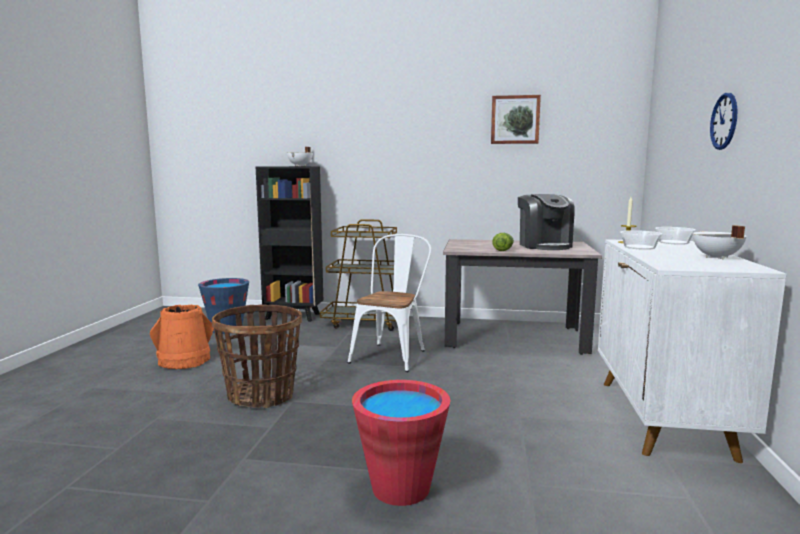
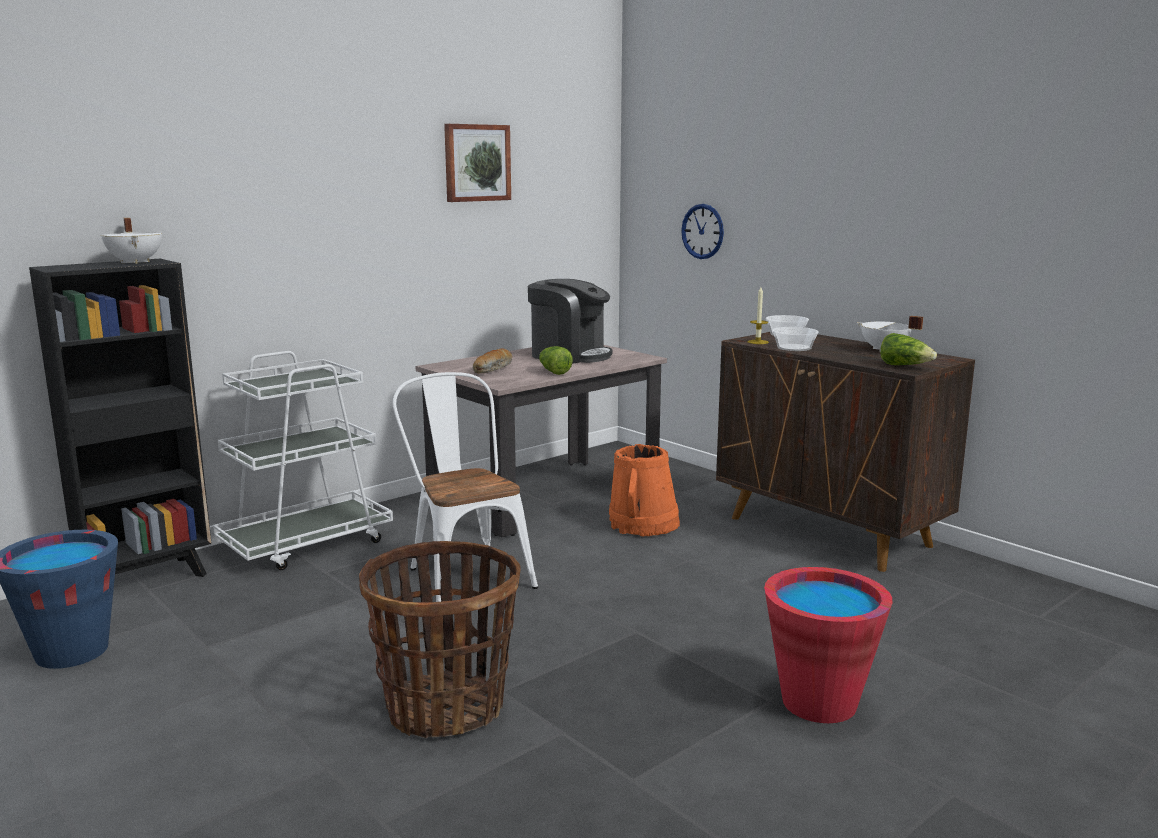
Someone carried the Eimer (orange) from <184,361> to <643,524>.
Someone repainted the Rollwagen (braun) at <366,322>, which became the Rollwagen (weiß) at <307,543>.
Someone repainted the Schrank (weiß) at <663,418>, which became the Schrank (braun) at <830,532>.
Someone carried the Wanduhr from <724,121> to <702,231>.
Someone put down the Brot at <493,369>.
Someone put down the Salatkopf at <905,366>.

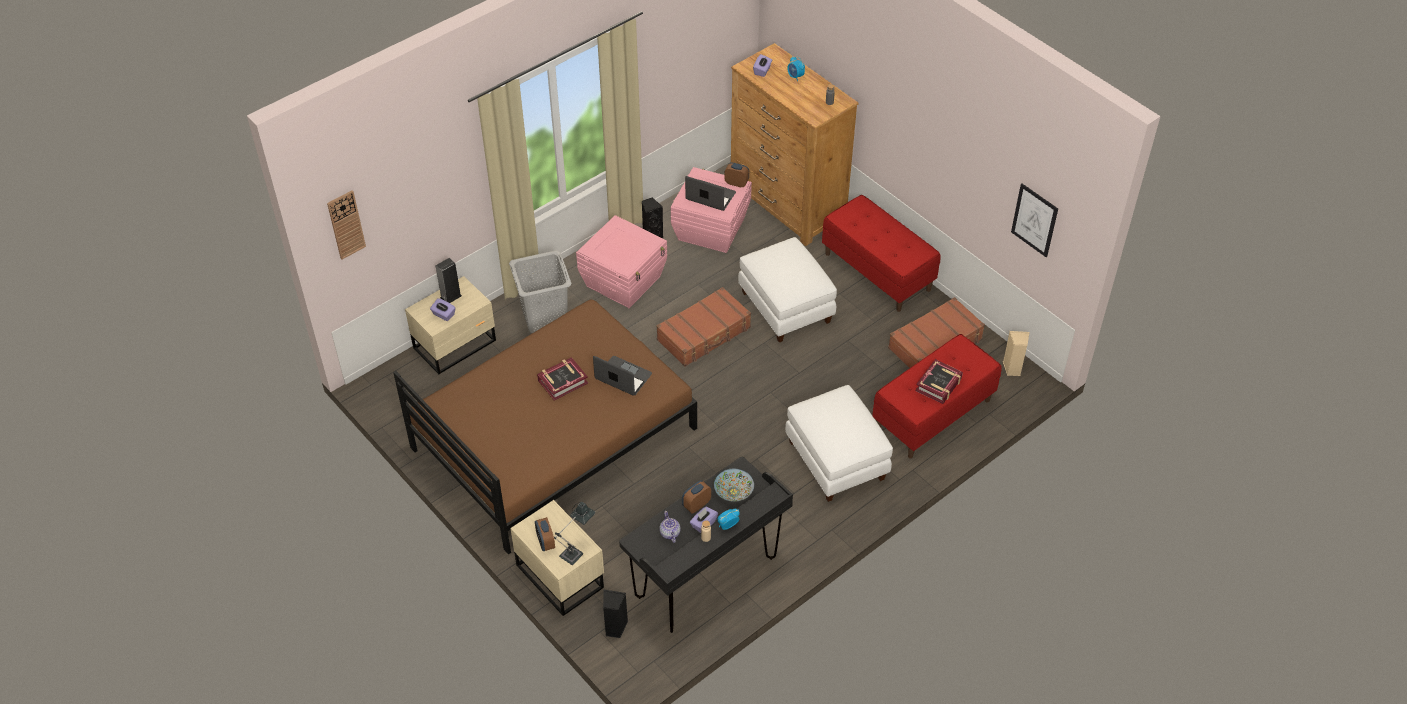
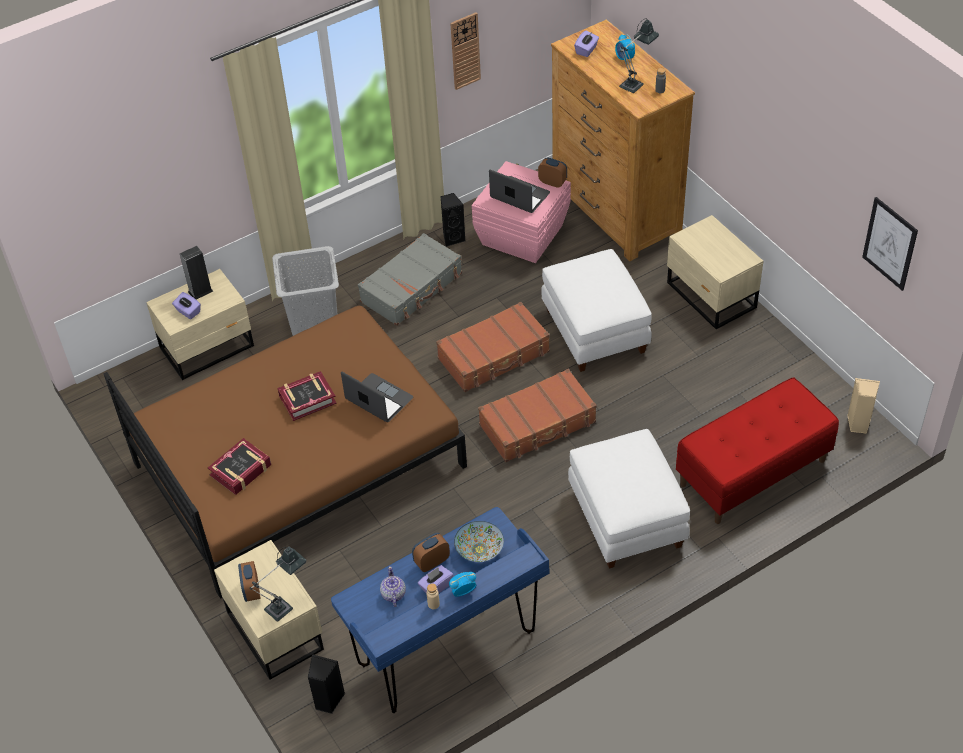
Someone carried the Wanduhr from <346,224> to <465,51>.
Someone swapped the Aufbewahrungsbox (rosa) at <624,281> for the Koffer (grau) at <412,288>.
Someone repainted the Schreibtisch (schwarz) at <706,578>, which became the Schreibtisch (blau) at <447,650>.
Someone swapped the Bank (rot) at <878,271> for the Nachttisch (beige) at <710,296>.
Someone carried the Koffer (braun) from <935,344> to <538,424>.
Someone carried the Buch from <939,385> to <241,470>.
Someone put down the Tischlampe at <634,83>.

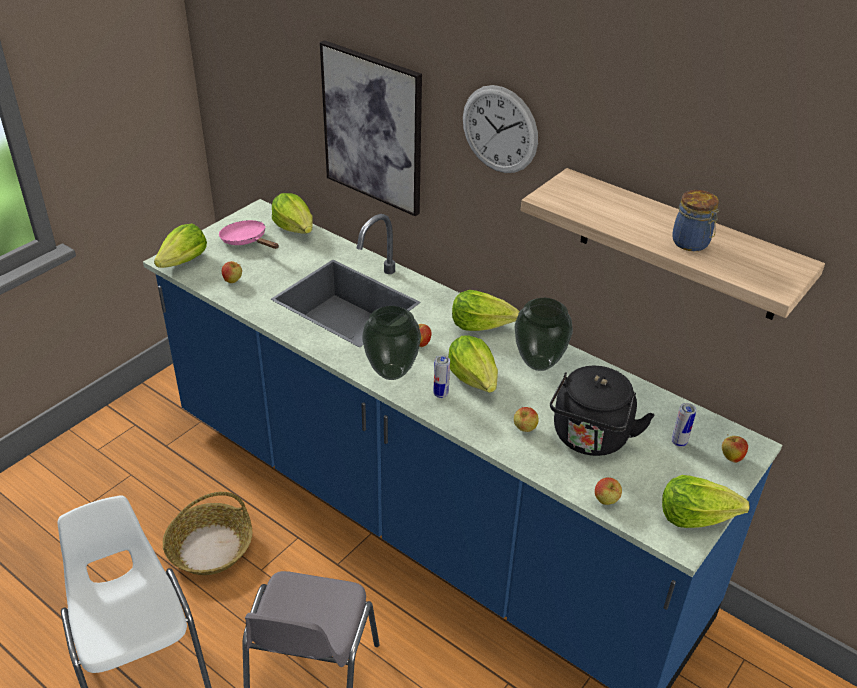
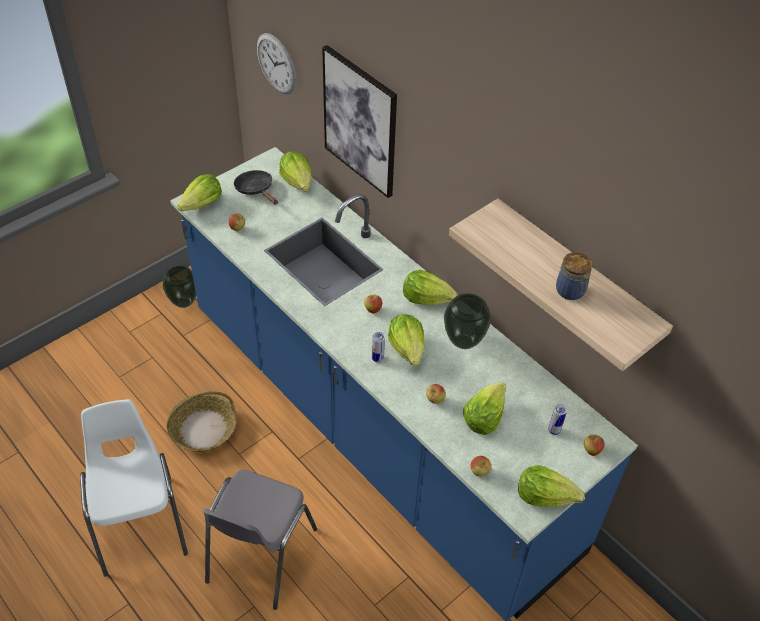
Someone repainted the Pfanne (rosa) at <247,241>, which became the Pfanne (schwarz) at <256,190>.
Someone carried the Vase from <392,373> to <184,303>.
Someone carried the Wanduhr from <499,129> to <276,64>.
Someone swapped the Wasserkessel (schwarz) at <590,439> for the Salatkopf at <484,416>.

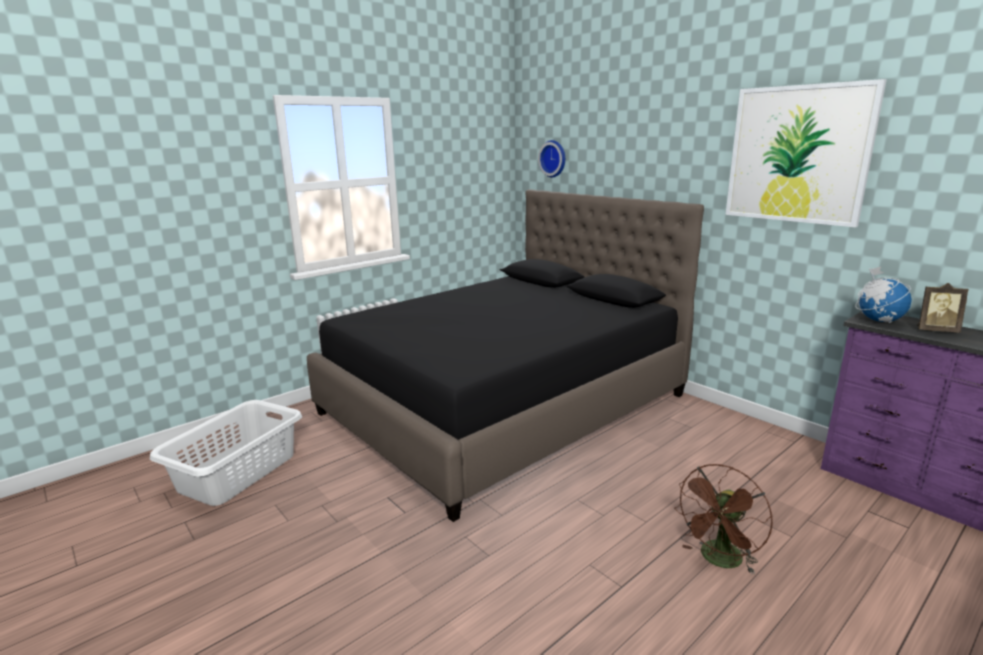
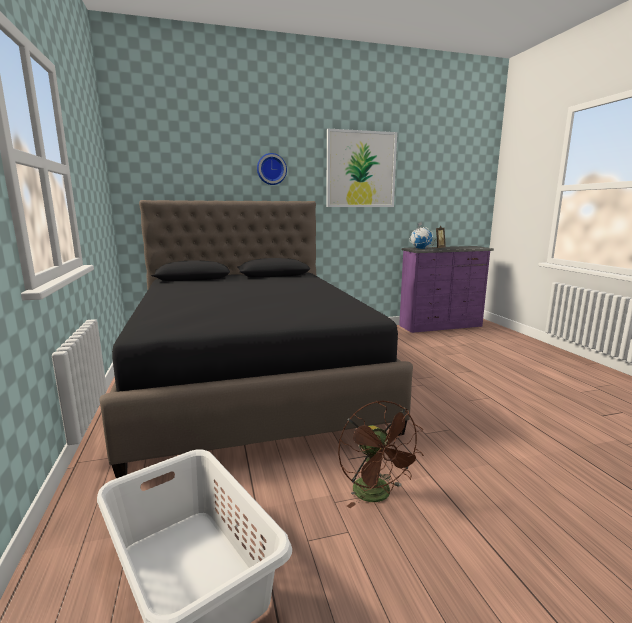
Someone carried the Wanduhr from <554,158> to <271,169>.
Someone carried the Ventilator (braun) from <719,561> to <377,495>.

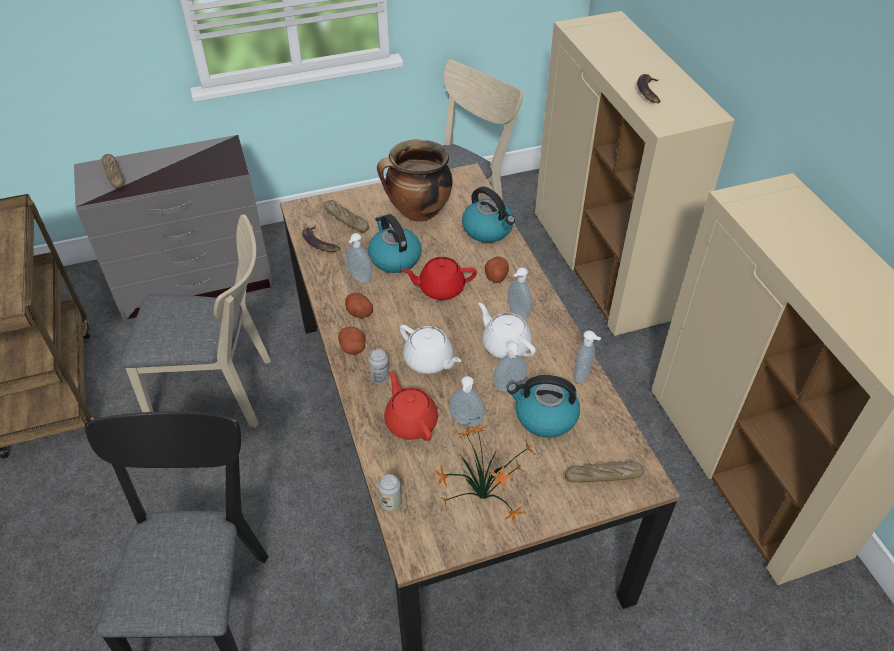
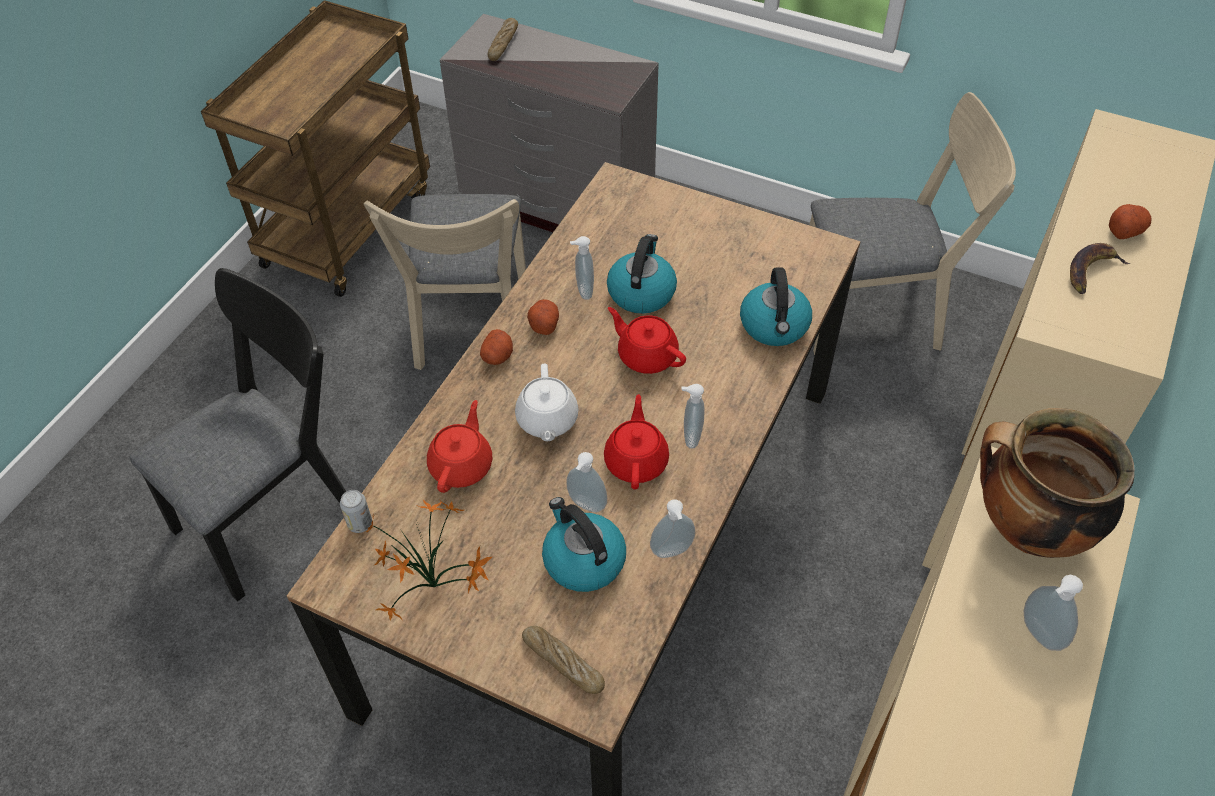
Someone rotated the Stuhl (beige) at <222,391> by 45 degrees clockwise.
Someone took away the Banane at <319,243>.
Someone took away the Brot at <346,220>.
Someone took away the Dose at <380,378>.
Someone carried the Kochtopf from <418,213> to <1027,529>.
Someone carried the Seifenspender from <465,422> to <1038,635>.
Someone repainted the Teekanne (weiß) at <505,345>, which became the Teekanne (rot) at <636,461>.
Someone carried the Kartoffel from <496,275> to <1125,230>.

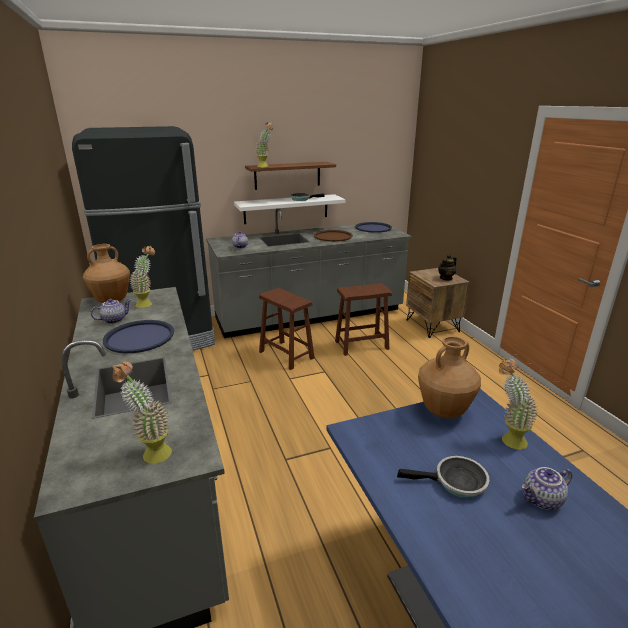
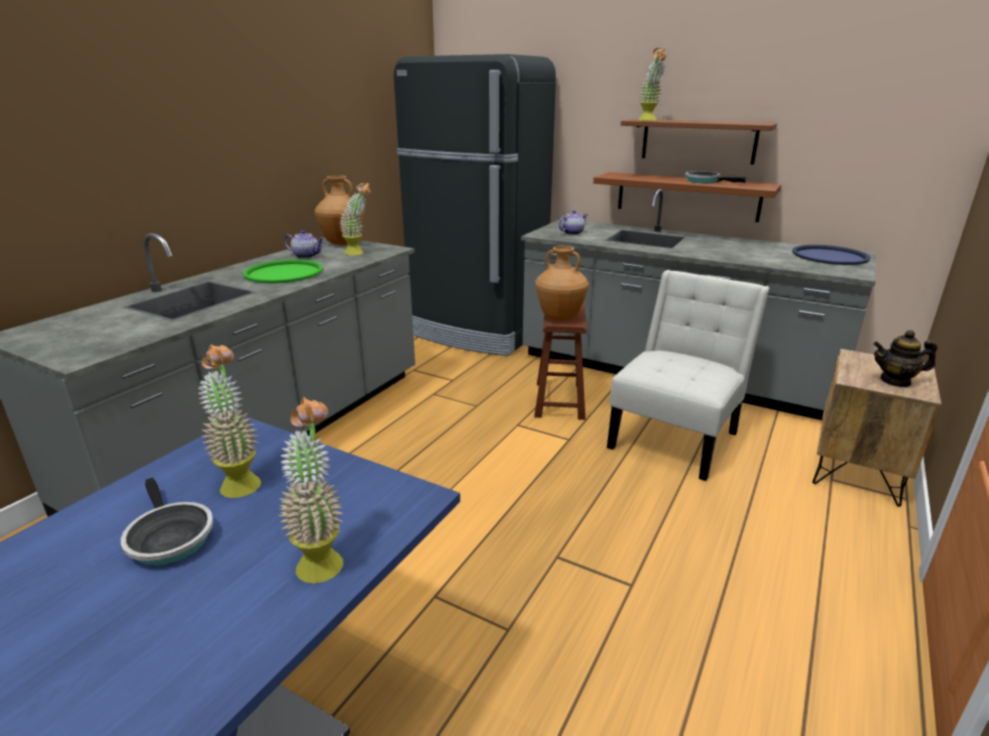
Someone repainted the Tablett (blau) at <139,337>, which became the Tablett (grün) at <284,273>.
Someone carried the Topfpflanze from <150,452> to <240,480>.
Someone repainted the Wandregal (weiß) at <286,209>, which became the Wandregal (braun) at <687,196>.
Someone took away the Tablett (braun) at <333,236>.
Someone swapped the Hocker (braun) at <361,345> for the Stuhl (weiß) at <676,437>.
Someone carried the Vase (braun) from <444,411> to <560,318>.
Someone took away the Teekanne at <542,500>.

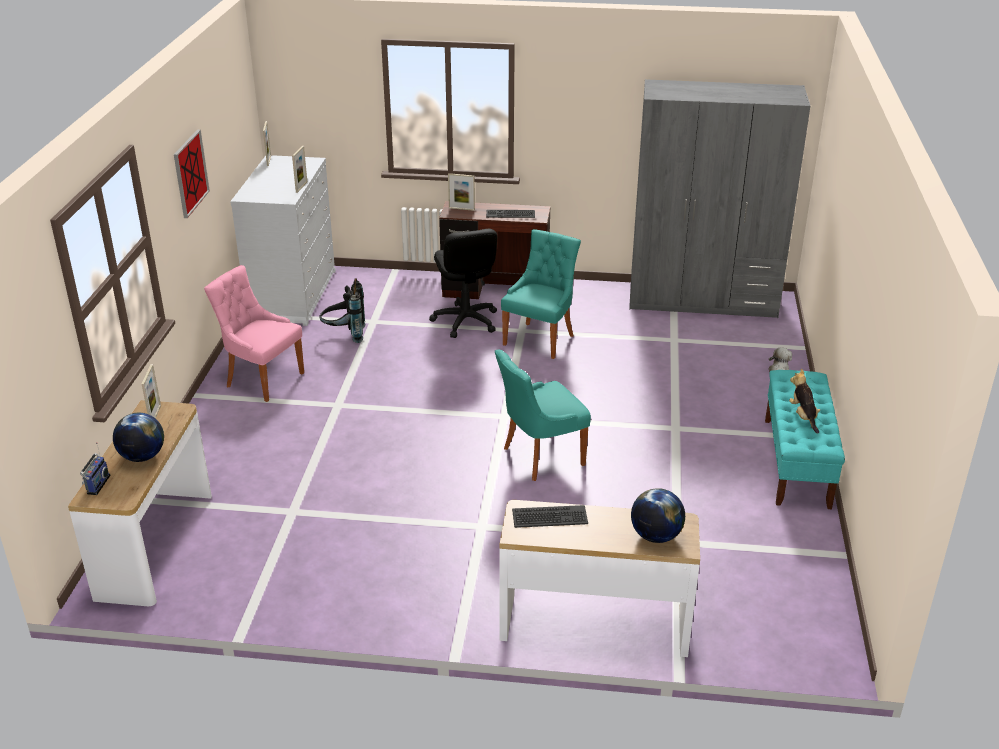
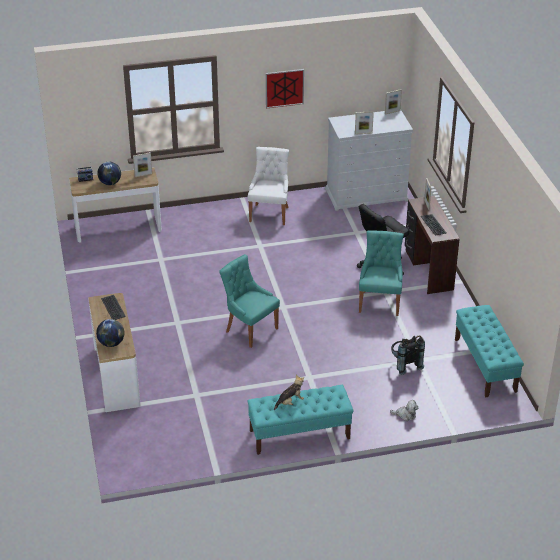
Someone repainted the Stuhl (rosa) at <262,379>, which became the Stuhl (weiß) at <269,213>.
Someone carried the Rucksack (schwarz) from <345,335> to <405,364>.
Someone rotated the Stuhl (türkis) at <540,339> by 90 degrees counterclockwise.
Someone swapped the Kleiderschrank (grau) at <703,300> for the Bank (türkis) at <485,365>.

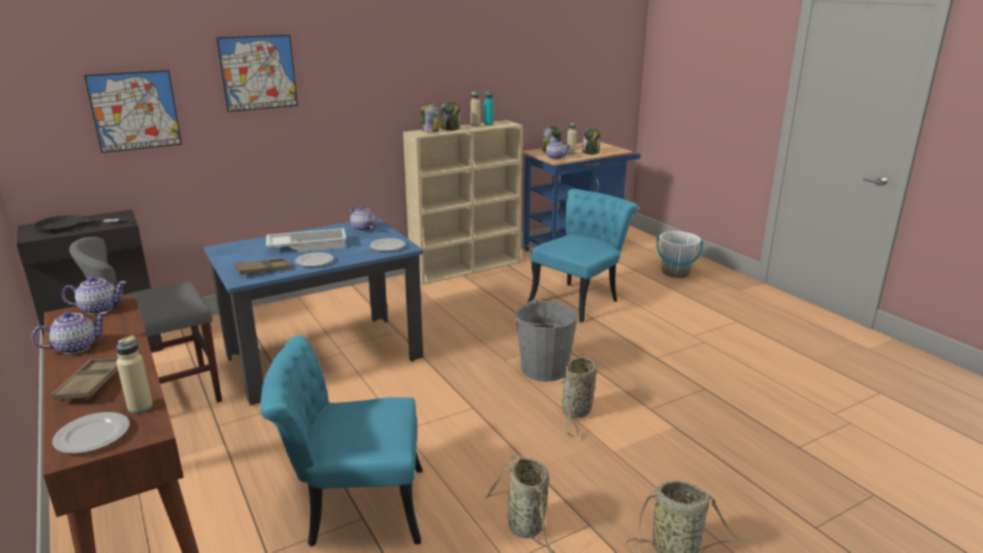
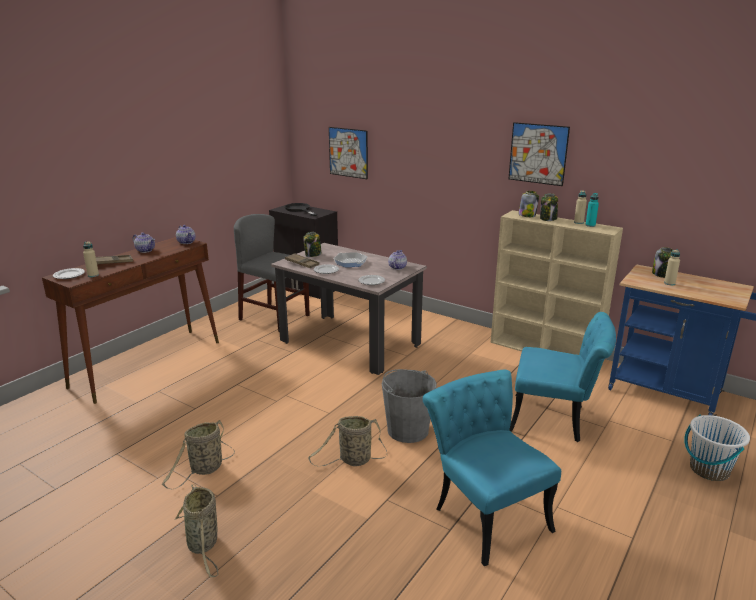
Someone repainted the Esstisch (blau) at <324,357>, which became the Esstisch (beige) at <350,343>.
Someone carried the Bild from <258,73> to <538,154>.
Someone carried the Stuhl (türkis) from <353,508> to <484,512>.
Someone swapped the Tablett (weiß) at <308,245> for the Pfanne at <350,262>.
Someone took away the Teekanne at <555,157>.
Someone carried the Vorratsglas from <591,152> to <313,255>.

